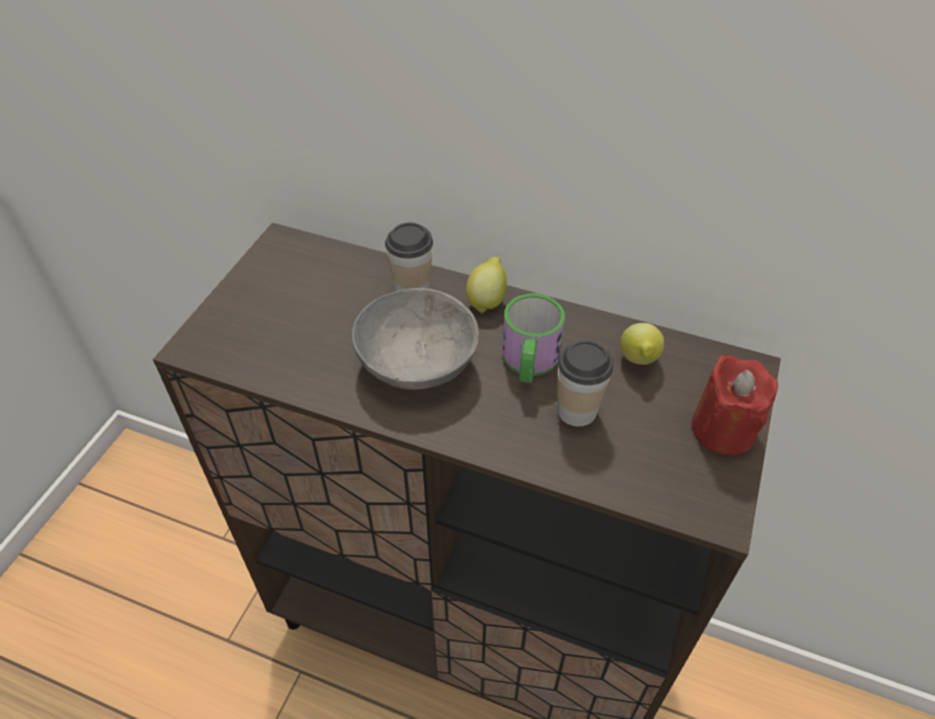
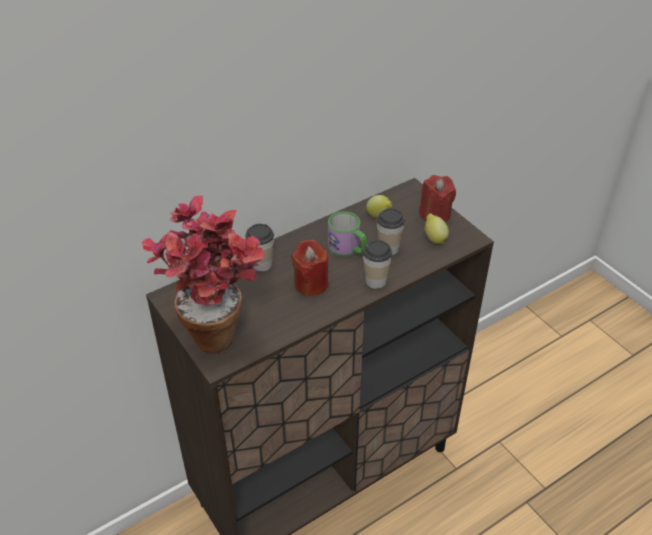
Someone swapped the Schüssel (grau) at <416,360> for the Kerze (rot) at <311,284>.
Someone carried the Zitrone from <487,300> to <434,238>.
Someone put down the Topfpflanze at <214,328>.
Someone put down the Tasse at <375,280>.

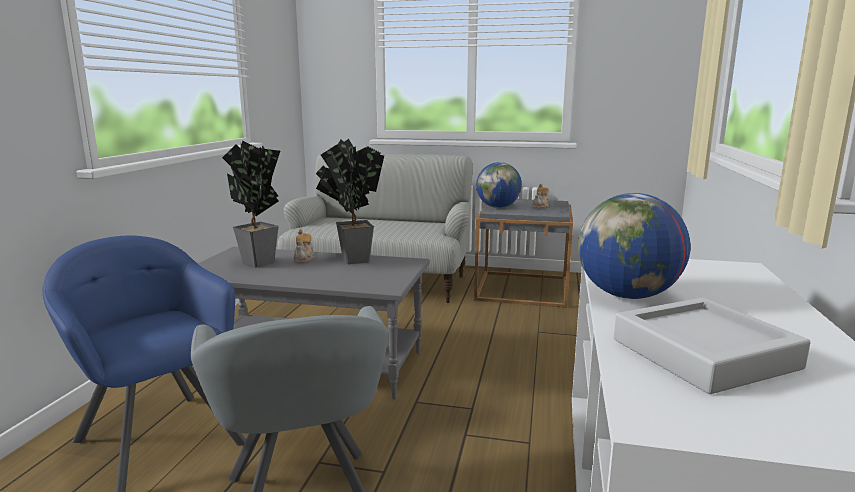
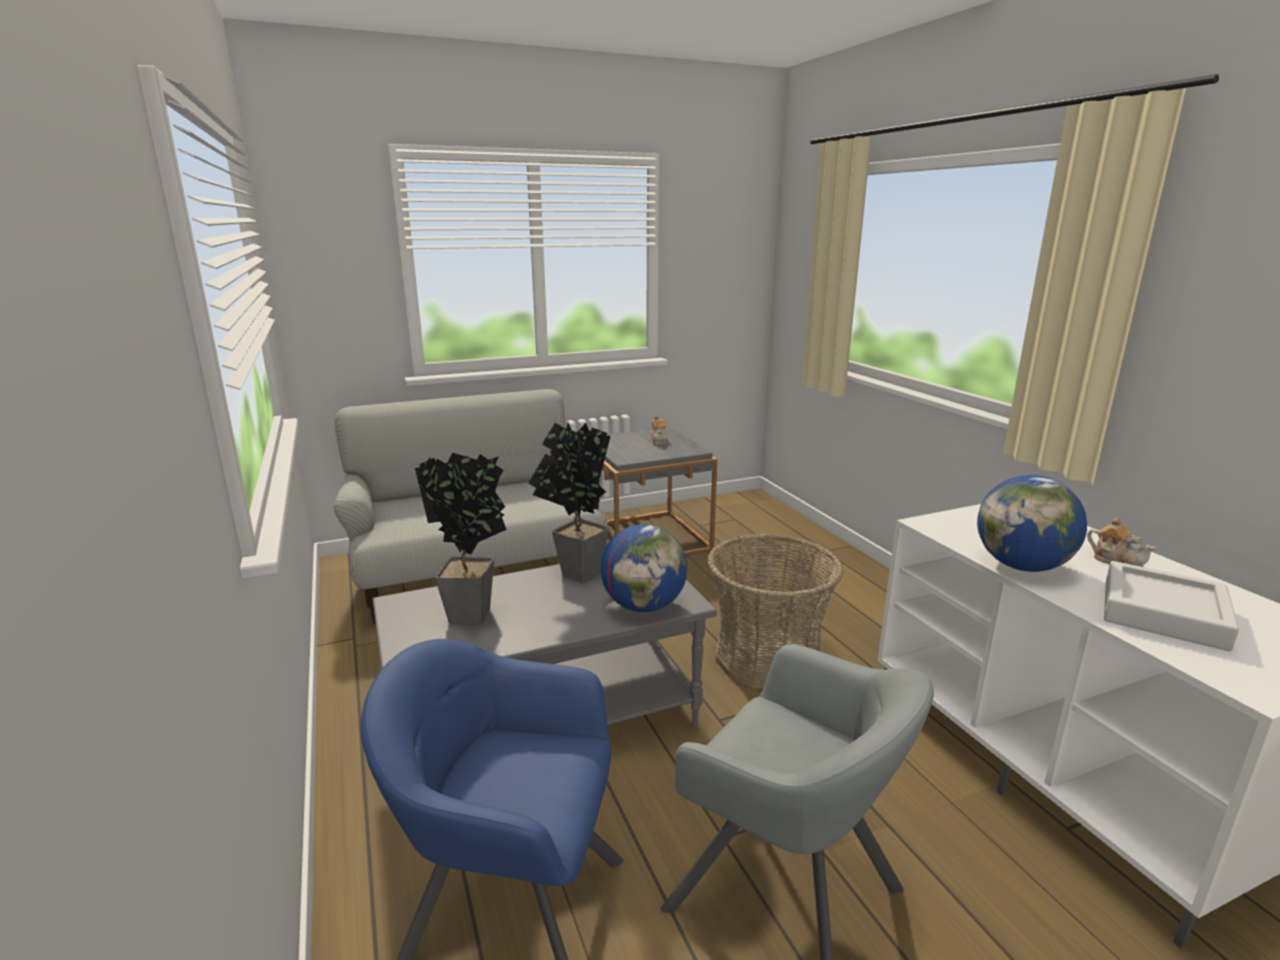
Someone carried the Teekanne from <304,258> to <1116,561>.
Someone carried the Globus from <498,207> to <644,606>.
Someone put down the Korb at <767,658>.

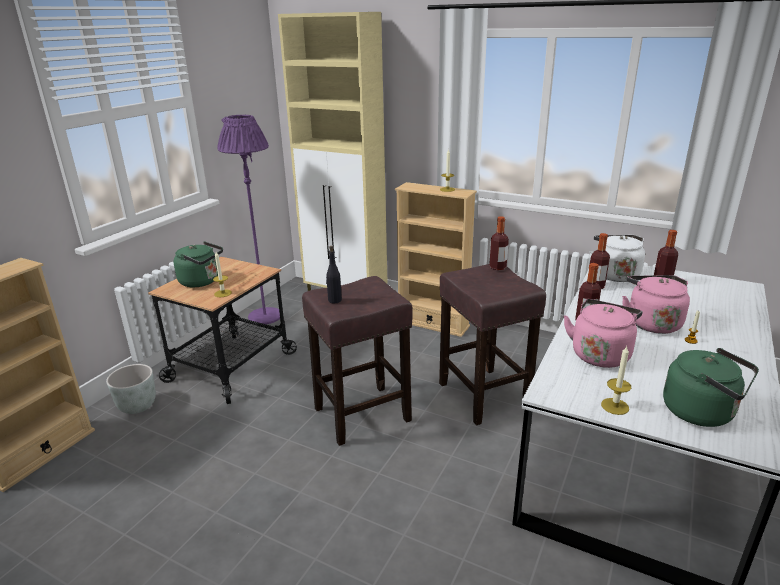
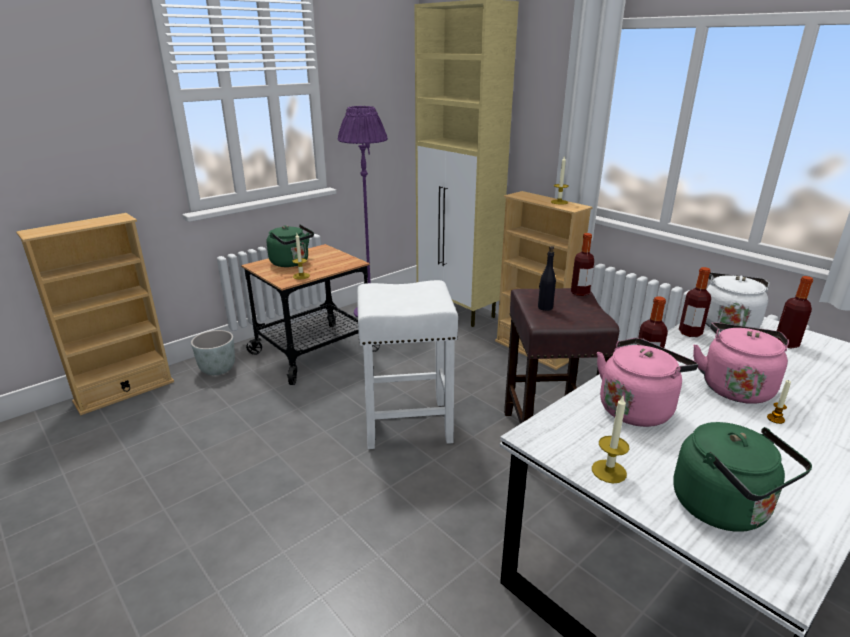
Someone repainted the Hocker (braun) at <360,415>, which became the Hocker (weiß) at <405,425>.
Someone carried the Flasche (schwarz) from <334,300> to <545,307>.

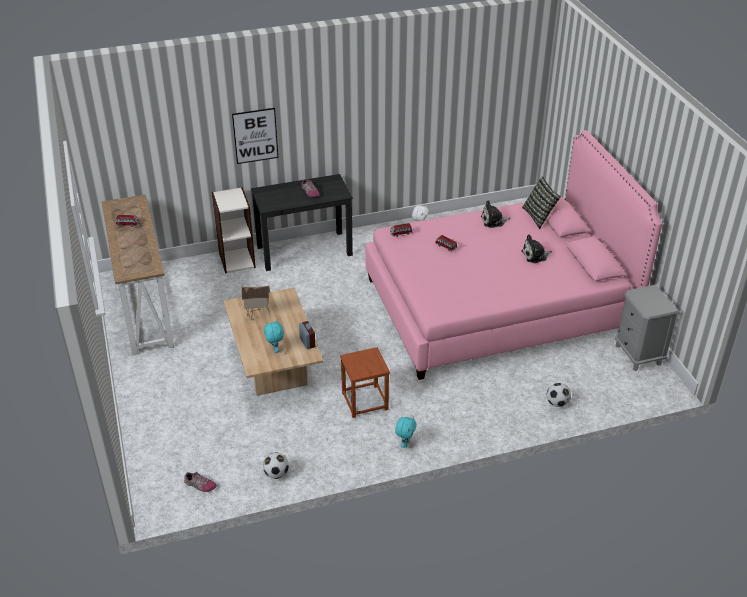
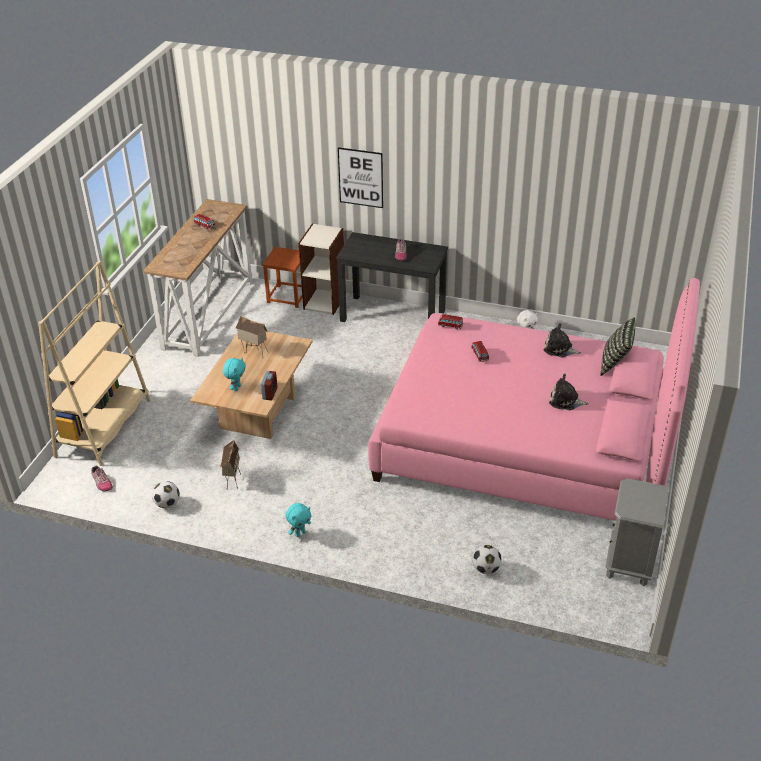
Someone carried the Hocker (braun) from <365,401> to <287,296>.
Someone put down the Bücherregal (beige) at <104,428>.
Someone put down the Spielzeughaus at <232,480>.

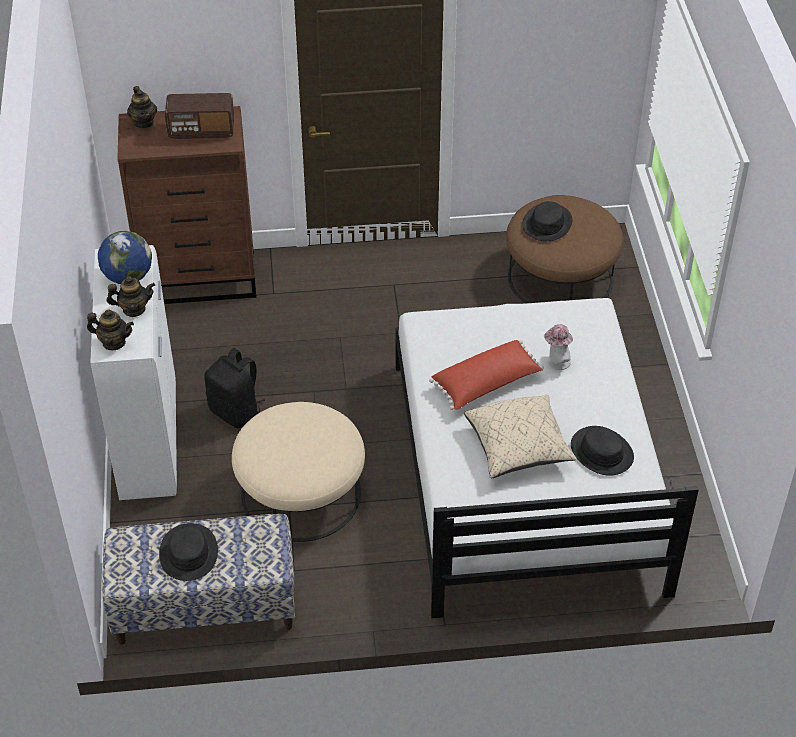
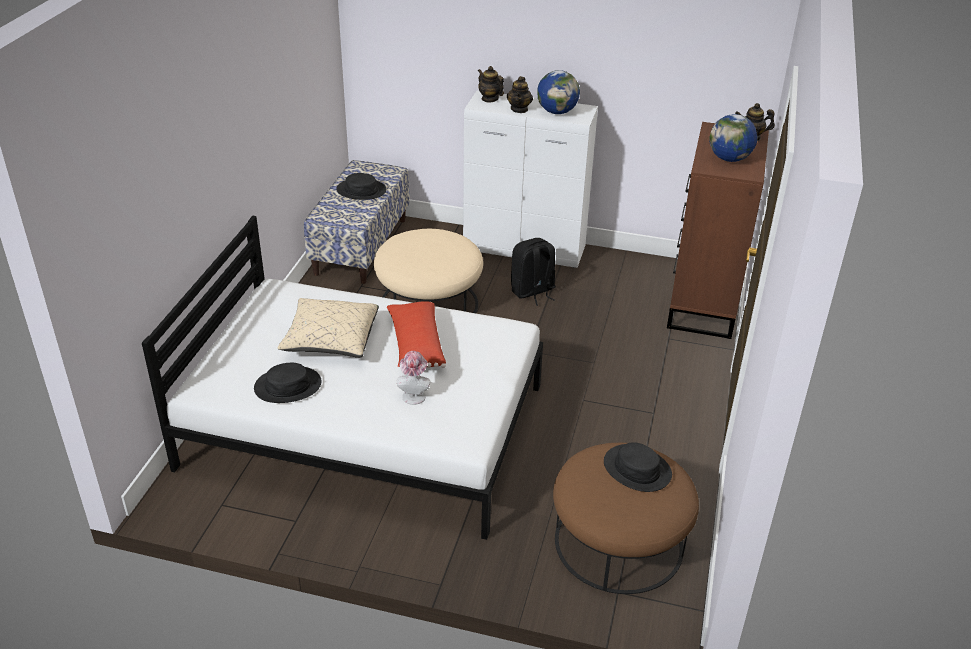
Someone rotated the Teekanne at <113,342> by 105 degrees clockwise.
Someone swapped the Radio at <201,130> for the Globus at <729,159>.

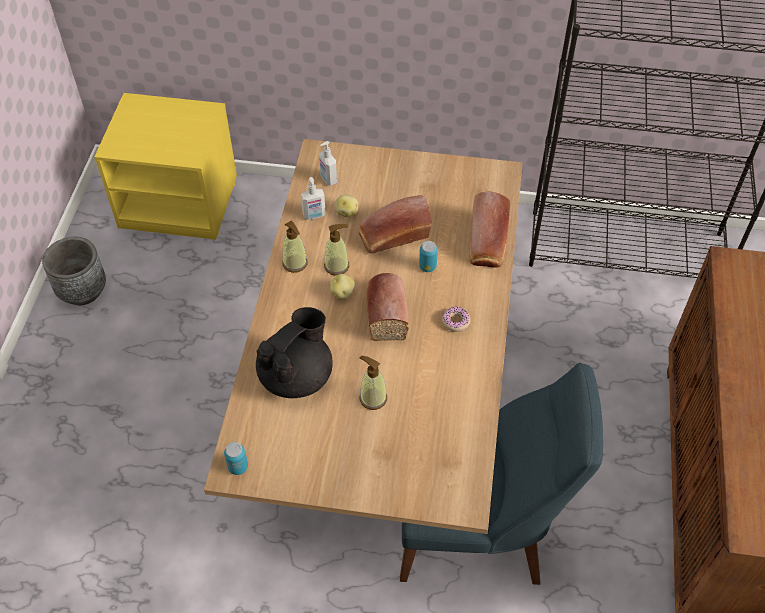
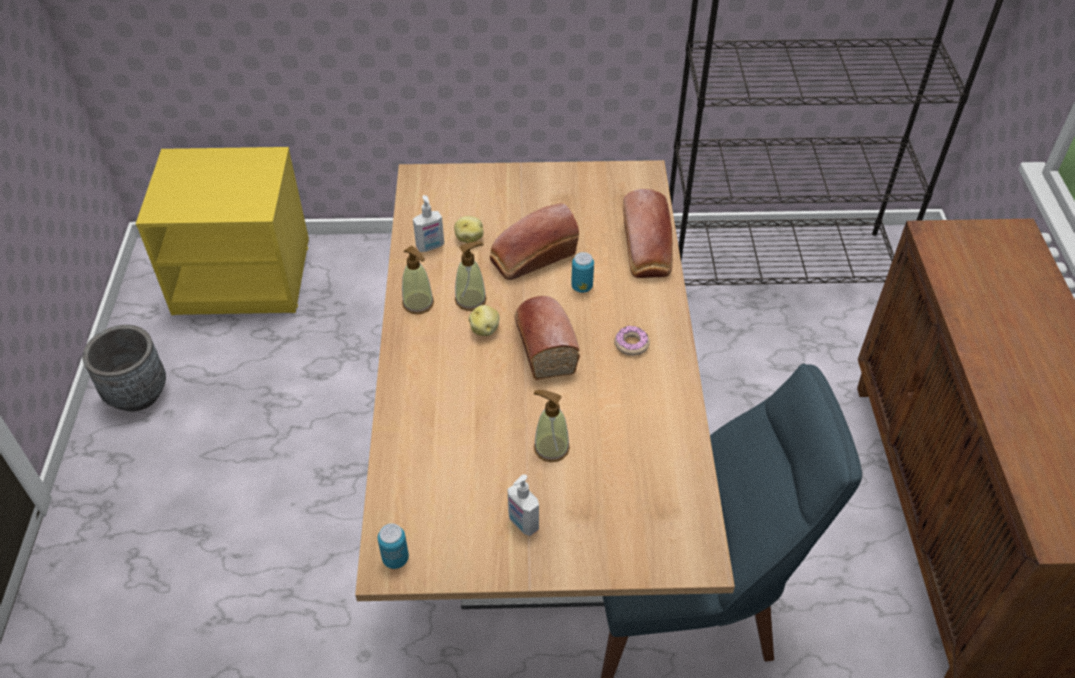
Someone took away the Teekanne (schwarz) at <297,376>.
Someone carried the Seifenspender from <328,179> to <522,523>.

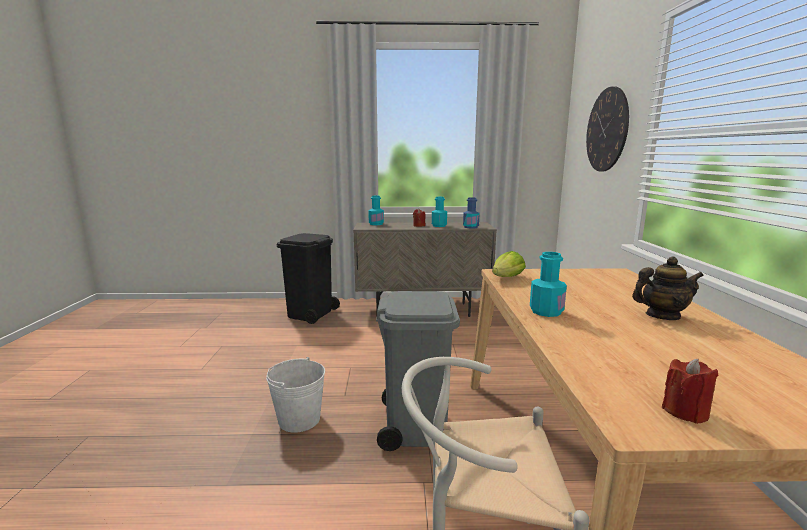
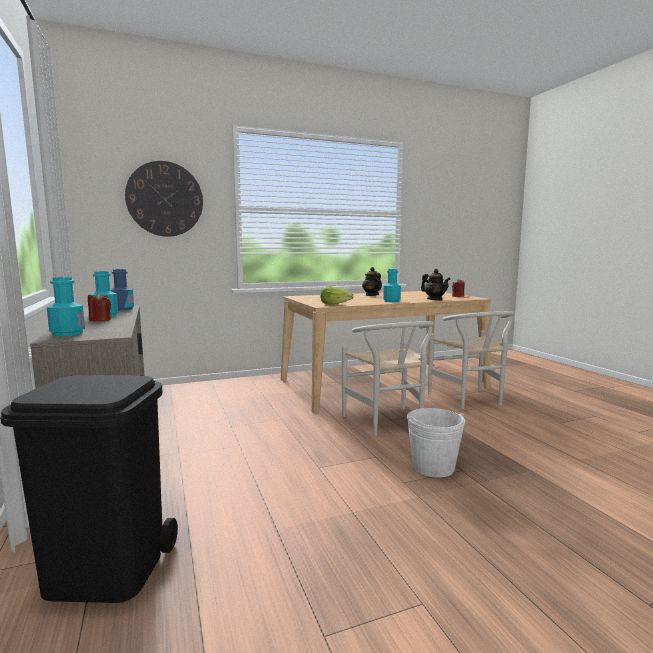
Someone swapped the Mülleimer (grau) at <415,426> for the Stuhl (weiß) at <388,423>.
Someone put down the Teekanne at <434,300>.

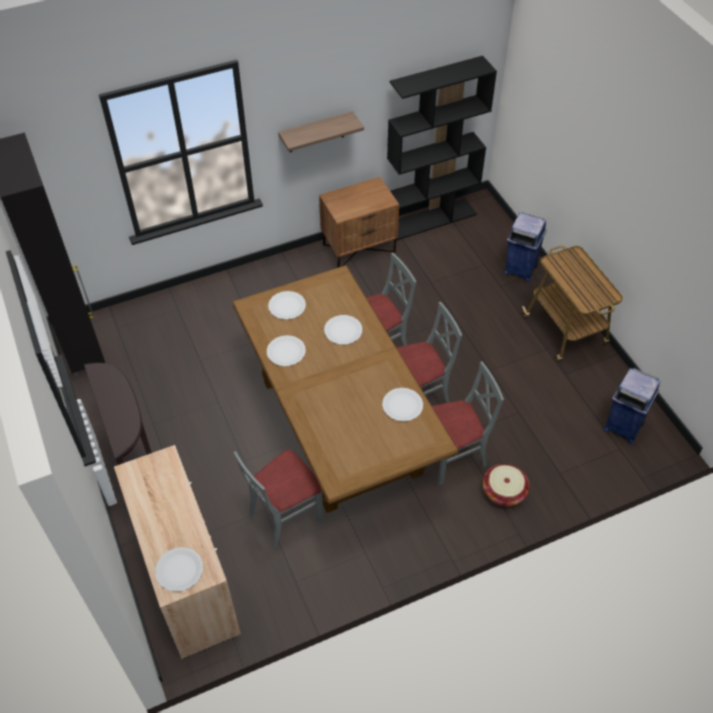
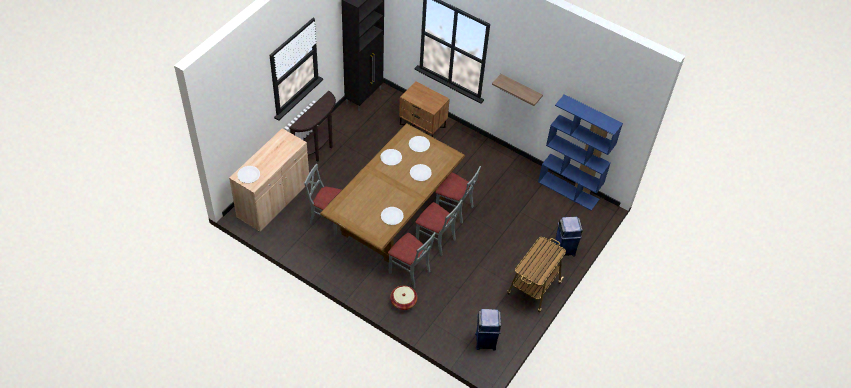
Someone carried the Nachttisch (braun) from <359,247> to <423,125>.
Someone repainted the Bücherregal (schwarz) at <431,219>, which became the Bücherregal (blau) at <568,190>.

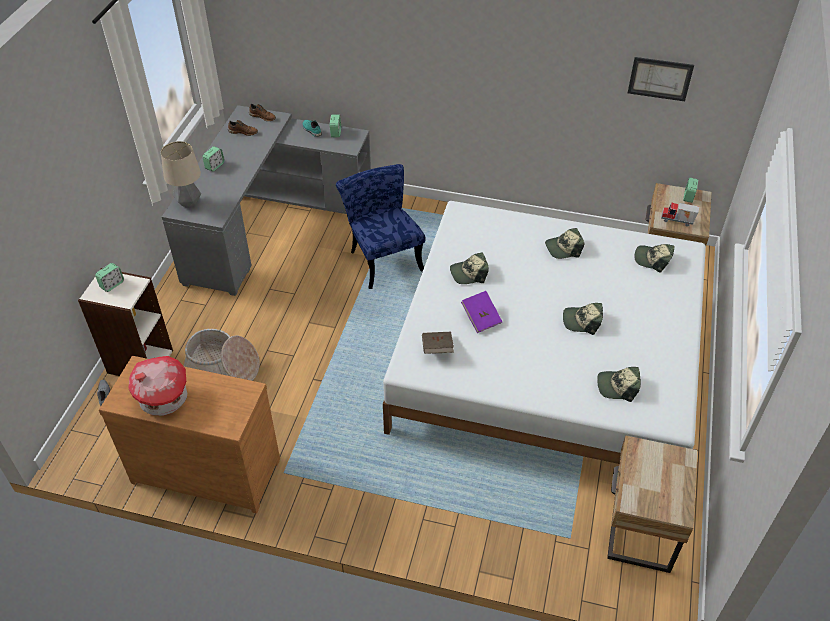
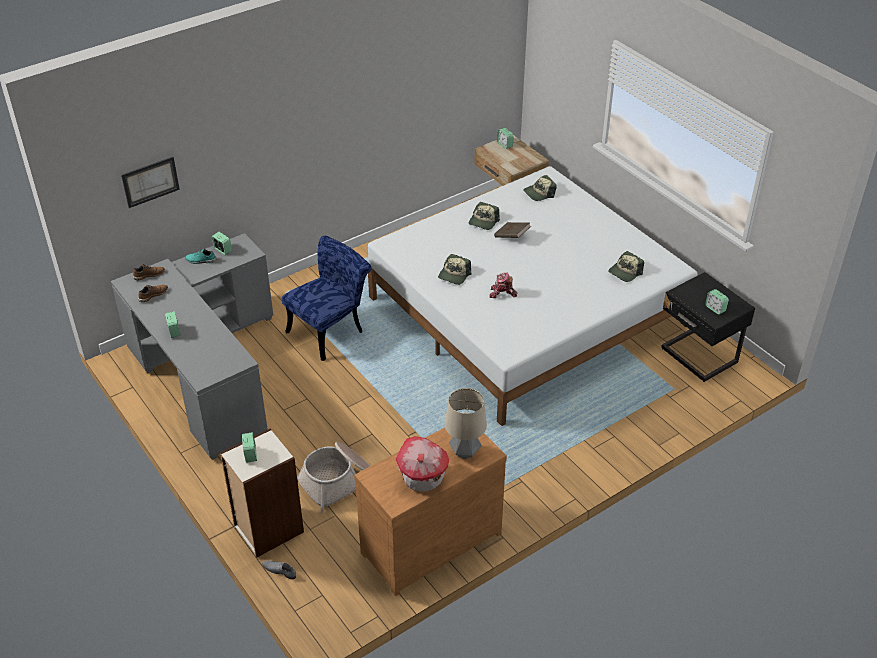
Someone carried the Tischlampe from <189,203> to <465,453>.
Someone rotated the Stuhl (blau) at <383,257> by 120 degrees clockwise.
Someone carried the Buch (braun) from <437,349> to <512,236>.
Someone swapped the Buch (lila) at <481,318> for the Spielzeugroboter at <502,293>.
Someone took away the Kappe at <582,321>.
Someone repainted the Nachttisch (beige) at <638,532>, which became the Nachttisch (schwarz) at <697,357>.
Someone carried the Bild from <660,78> to <150,181>.
Someone took away the Spielzeuglaster at <677,221>.
Someone put down the Wecker at <715,308>.

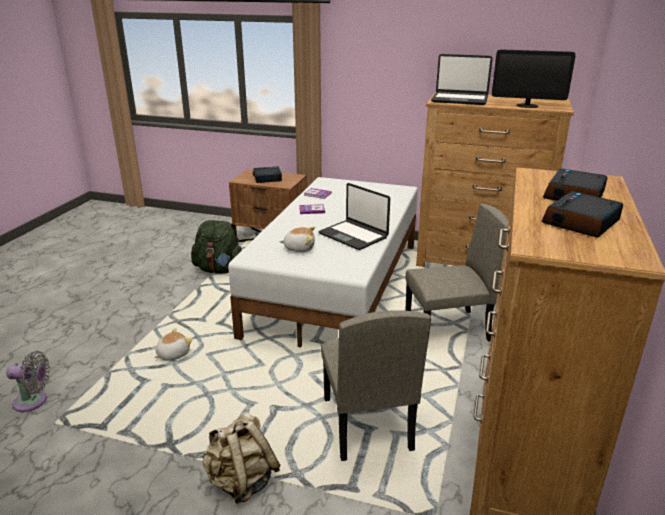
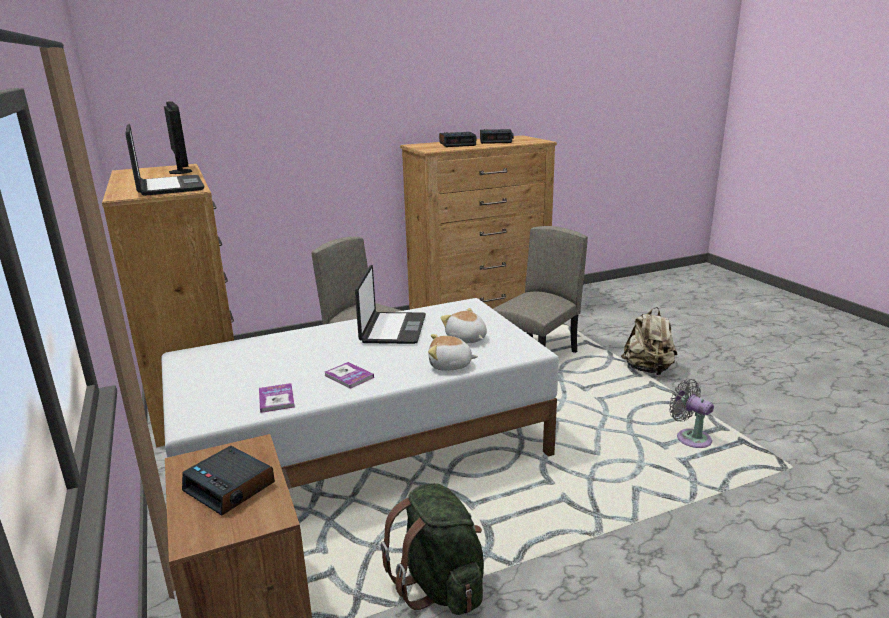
Someone carried the Ventilator (grau) from <33,401> to <690,438>.
Someone carried the Plüschtier from <172,354> to <450,365>.

